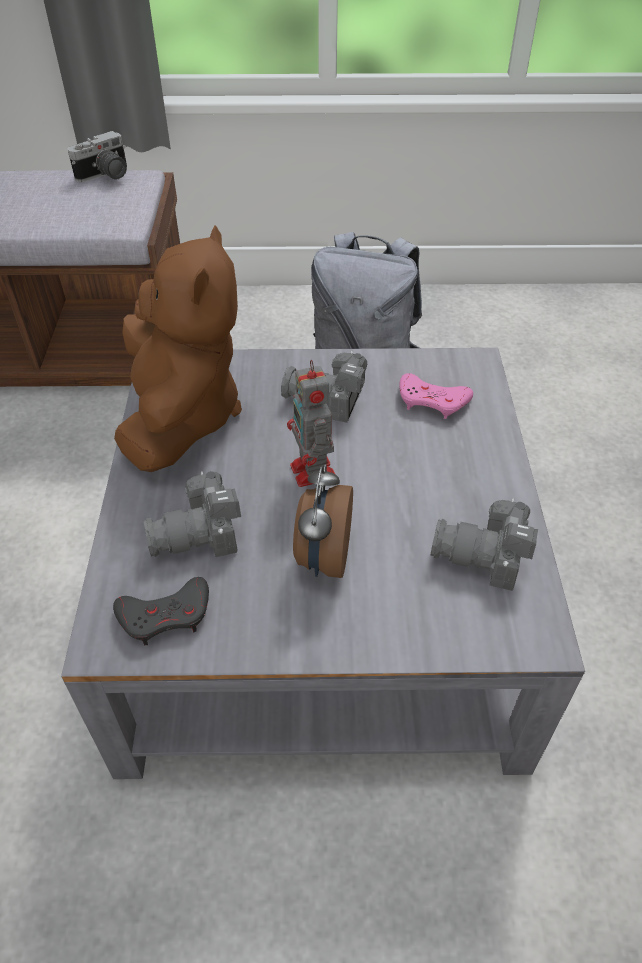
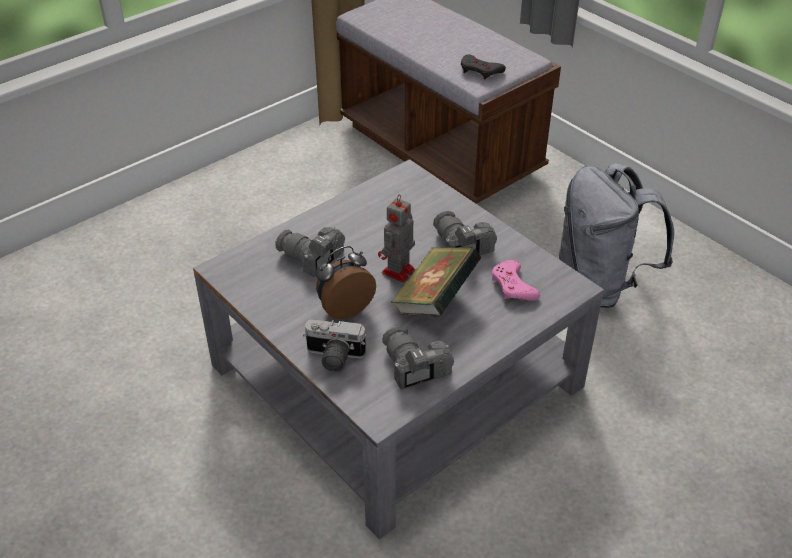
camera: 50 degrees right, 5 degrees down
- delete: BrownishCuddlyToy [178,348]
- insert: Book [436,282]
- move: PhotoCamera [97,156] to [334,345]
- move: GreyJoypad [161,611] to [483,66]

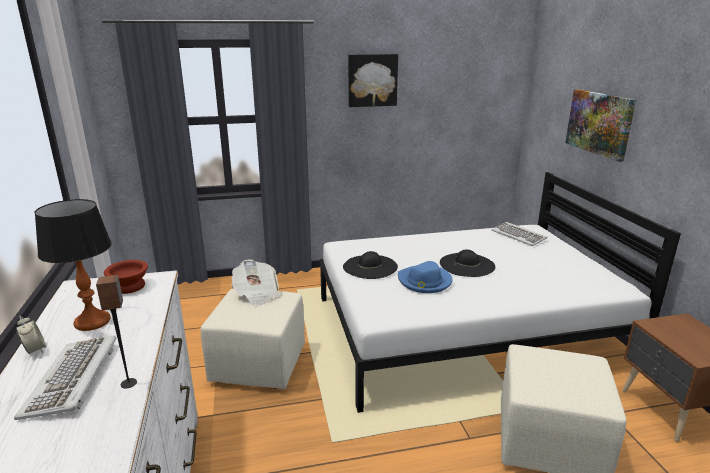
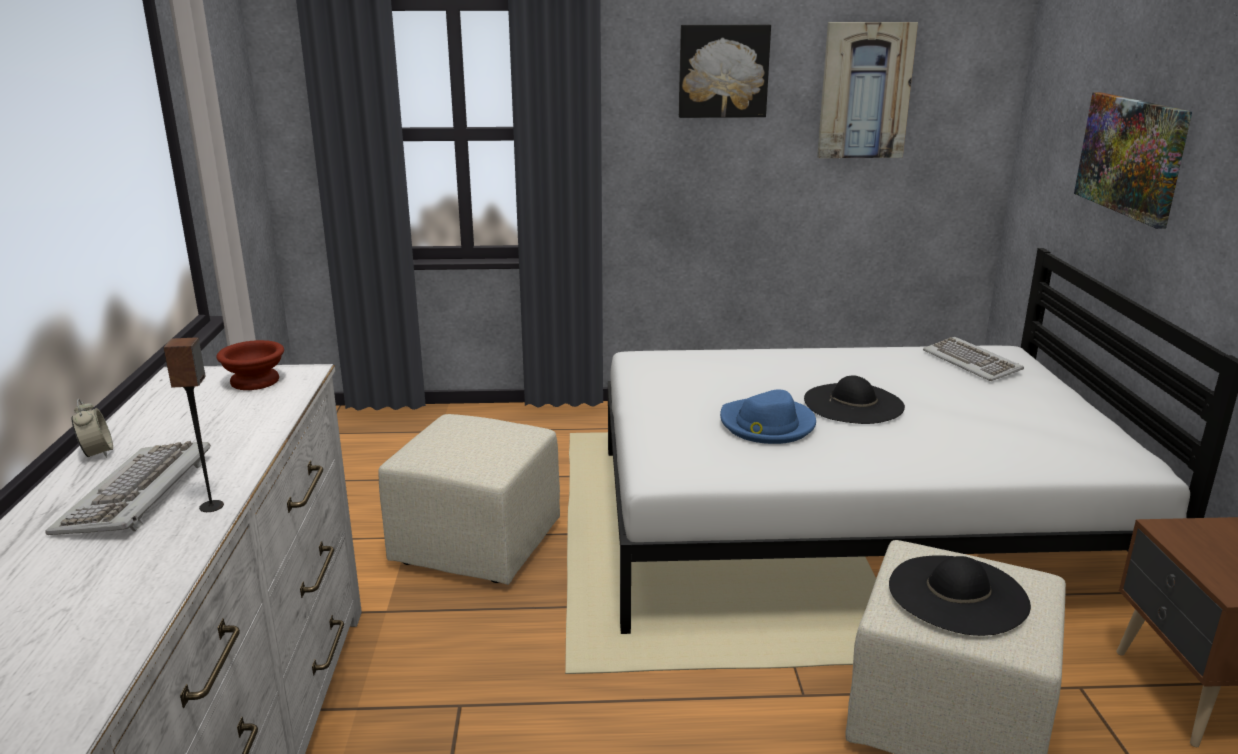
camera: 10 degrees right, 0 degrees up
- delete: TabletopLamp [73,265]
- delete: DailyPaper [255,283]
- insert: Picture [867,90]
- move: BlackishHat [370,265] to [960,595]

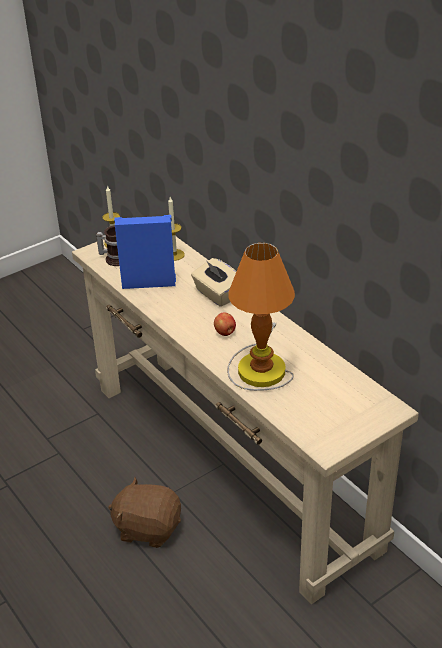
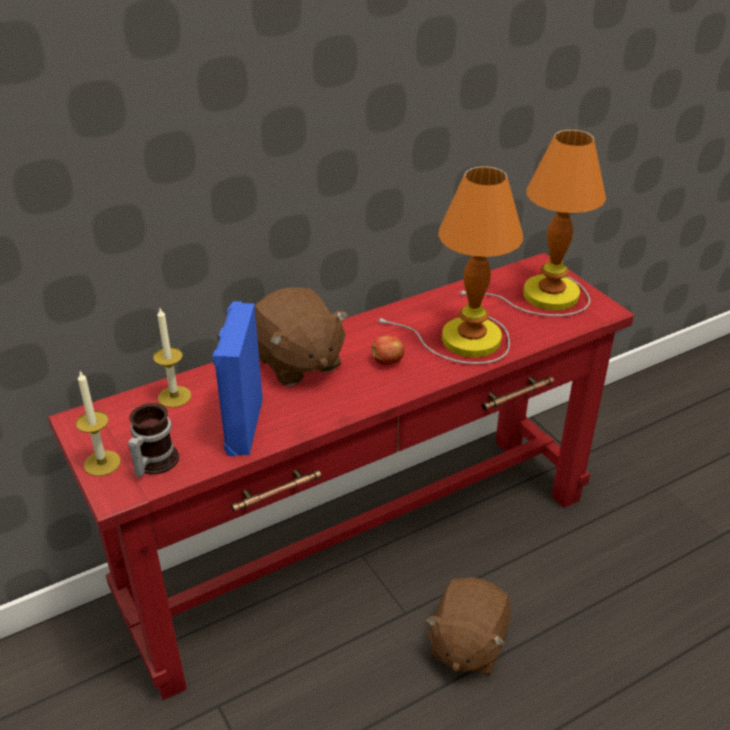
camera: 85 degrees left, 0 degrees up
- insert: TabletopLamp [534,223]
- replace: BeigeTissueBox [214,282] to BrownishCuddlyToy [301,336]
- recolor: BeigeConsoleTable [245,420] to RedColouredConsoleTable [341,476]

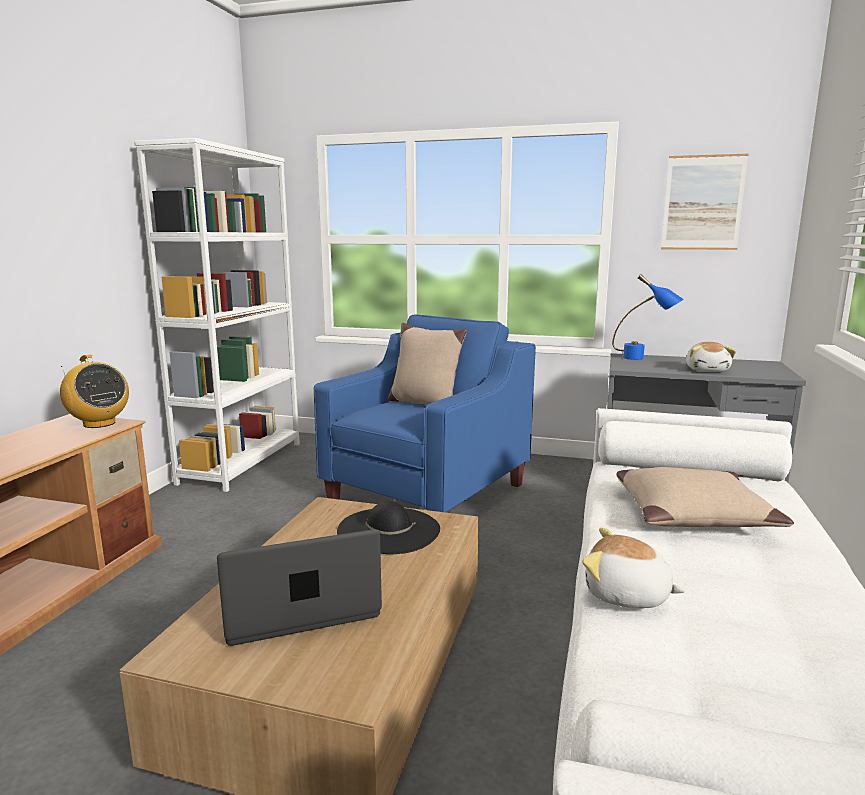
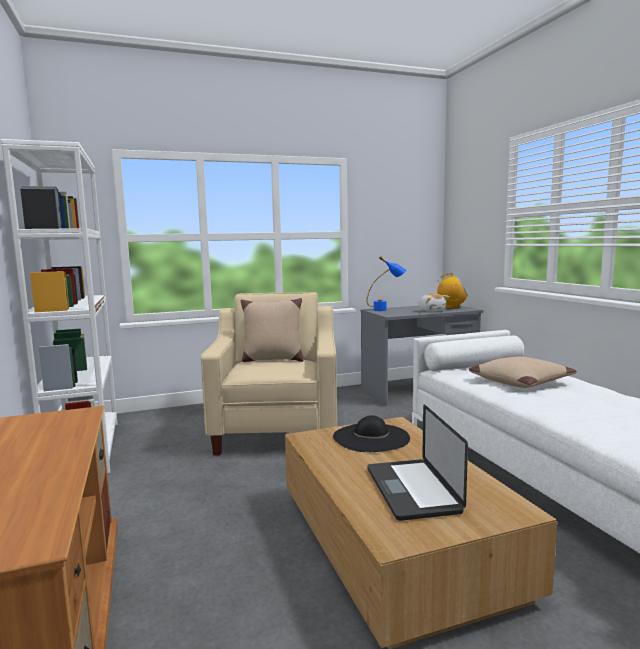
camera: 35 degrees left, 5 degrees down
- delete: CuddlyToy [634,568]
- delete: Picture [705,201]
- move: RadioSet [94,391] to [452,291]
- recolor: BlueLoungeChair [425,414] to BeigeLoungeChair [269,373]
- rotate: NotebookComputer [299,587] = [417,462] 45 degrees counterclockwise

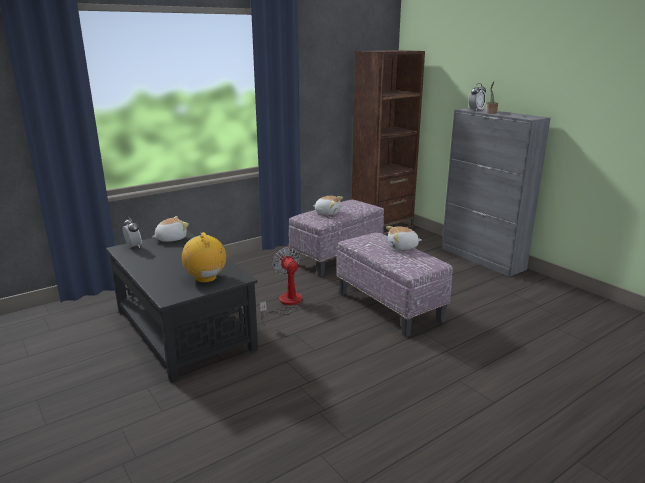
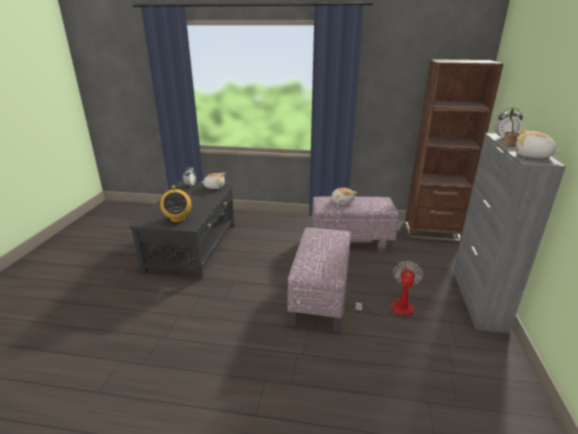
camera: 45 degrees right, 5 degrees up
- move: Fan [281,283] to [389,291]
- move: CuddlyToy [404,238] to [538,144]
- rotate: RadioSet [204,257] = [175,203] 150 degrees clockwise

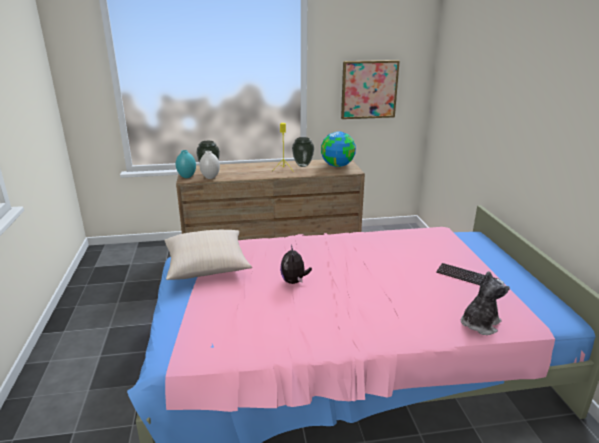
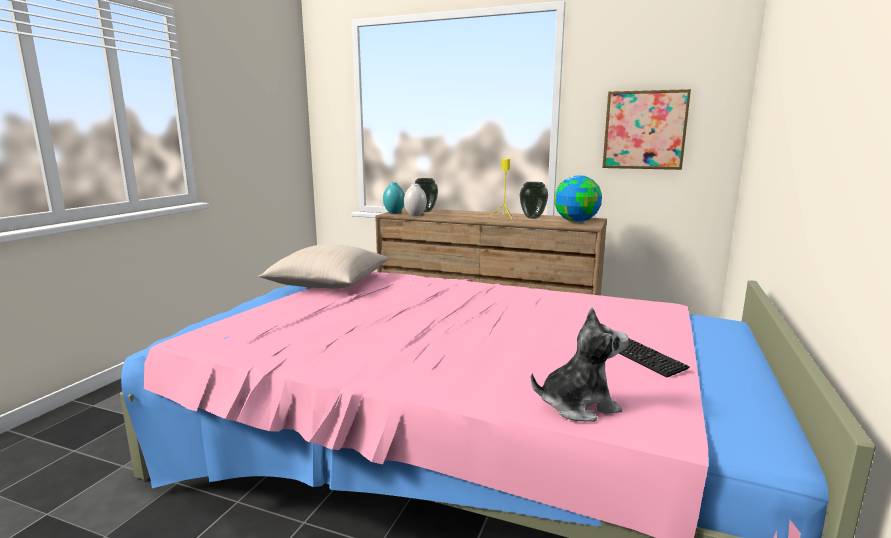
camera: 30 degrees right, 10 degrees down
- delete: CuddlyToy [296,264]

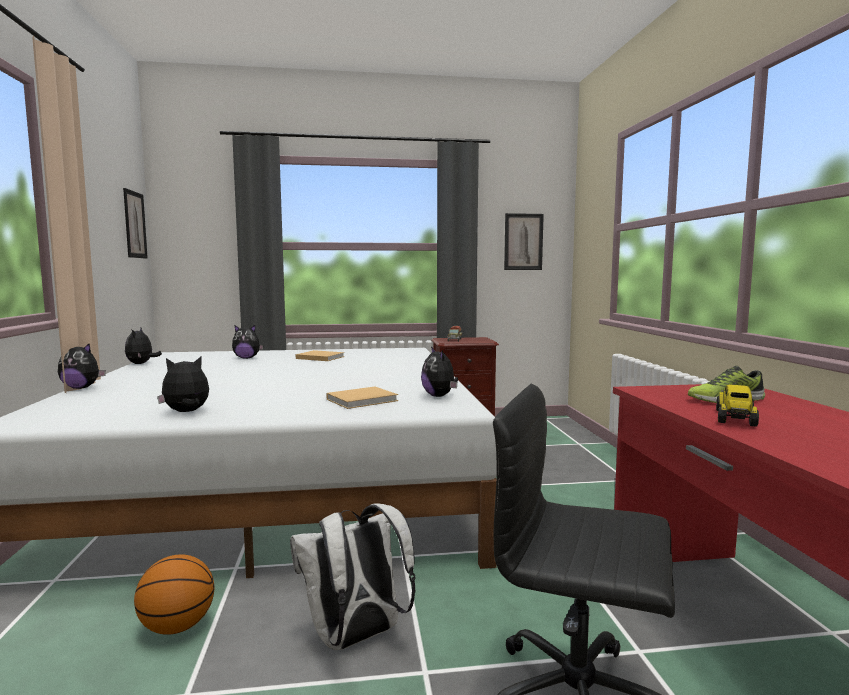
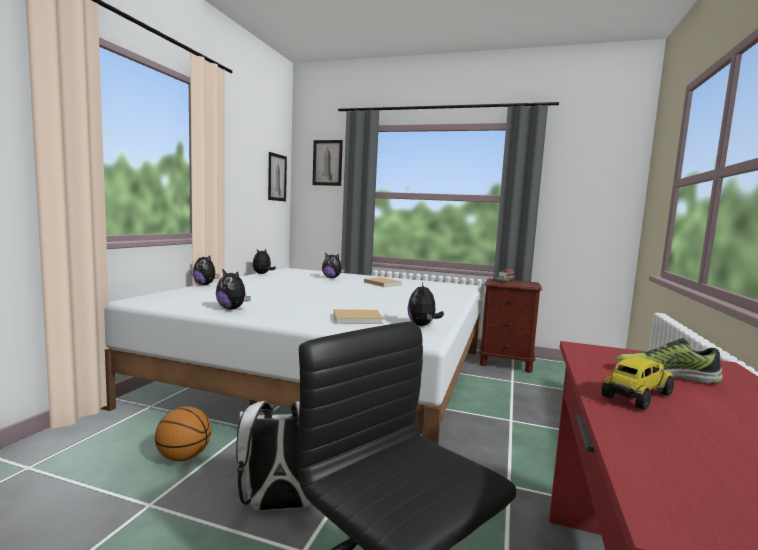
camera: 25 degrees right, 0 degrees up
- move: Picture [524,241] to [327,163]
- rotate: CuddlyToy [183,384] = [233,289] 150 degrees counterclockwise

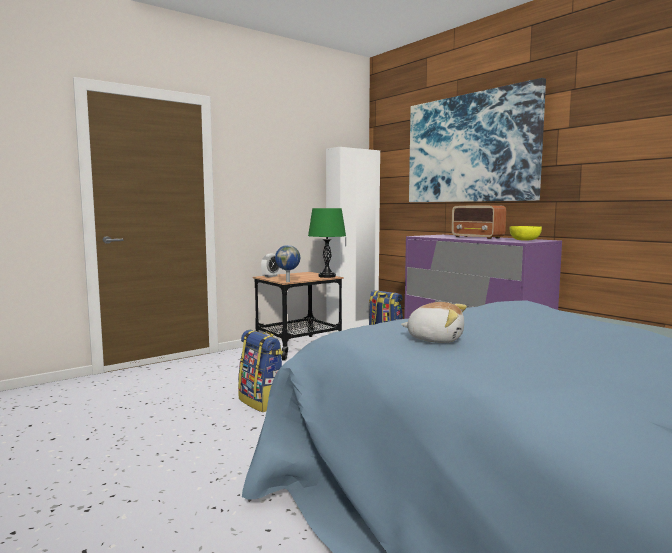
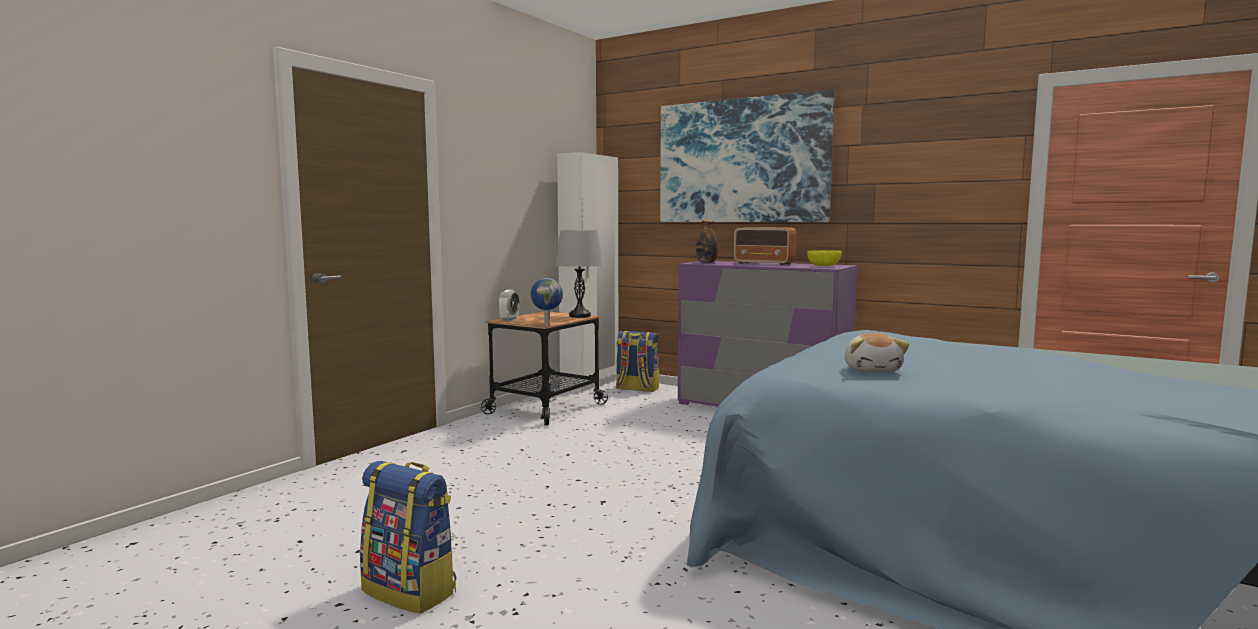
camera: 20 degrees left, 0 degrees up
- insert: BeverageBottle [707,241]
- move: Knapsack [260,371] to [408,537]
- recolor: GreenTabletopLamp [327,243] to GreyTabletopLamp [579,274]
- rotate: CuddlyToy [434,322] = [876,353] 90 degrees clockwise

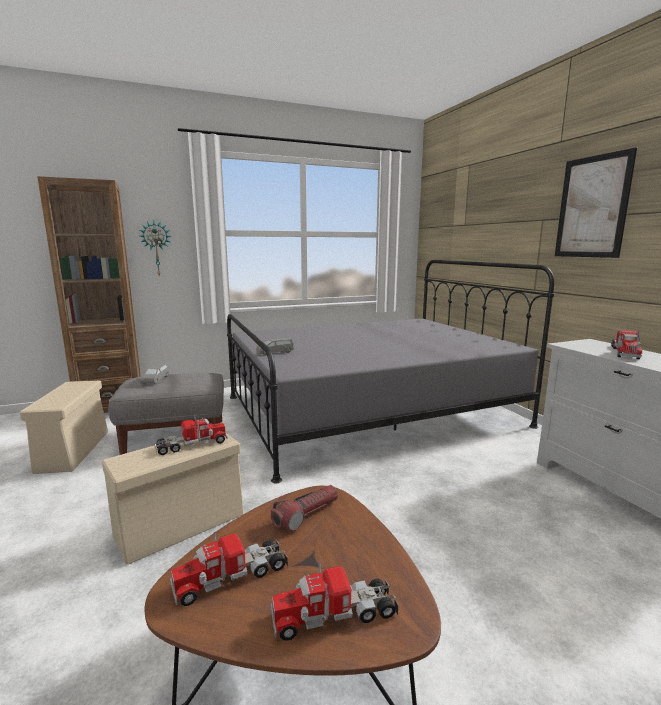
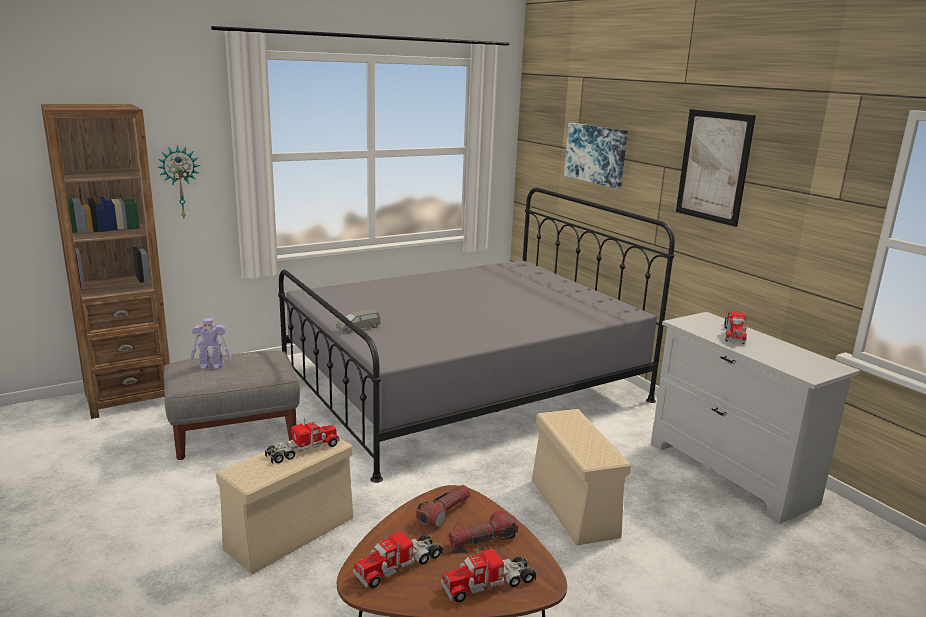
camera: 10 degrees left, 5 degrees up
- insert: HandTorch [483,529]
- insert: Picture [596,156]
- move: BeigeStorageBox [64,427] to [581,477]
- replace: GreyModelCar [155,373] to ToyRobot [210,344]

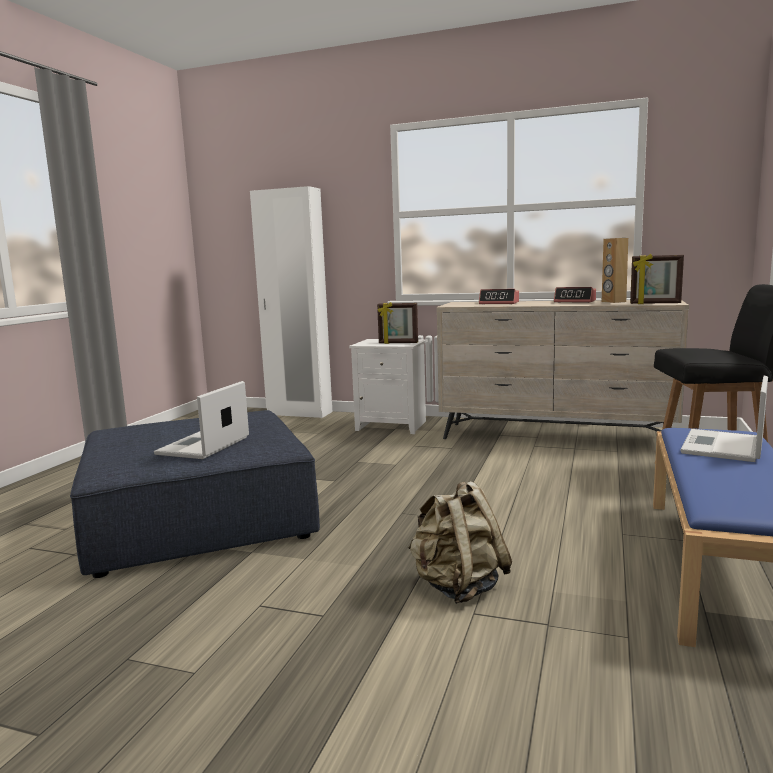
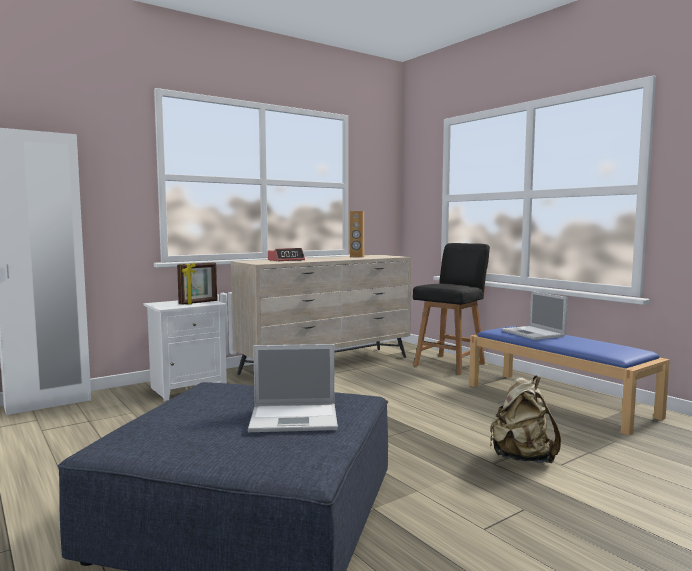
camera: 55 degrees left, 5 degrees down
- delete: BedsideClock [575,295]
- delete: PhotoFrame [657,279]
- rotate: NotebookComputer [201,420] = [293,388] 60 degrees counterclockwise

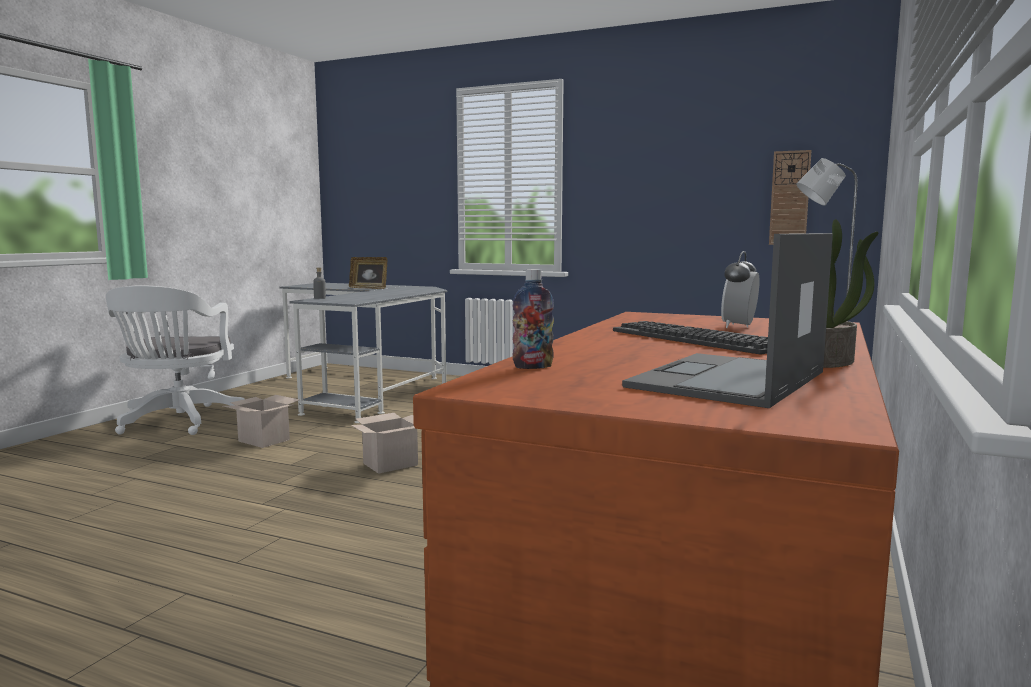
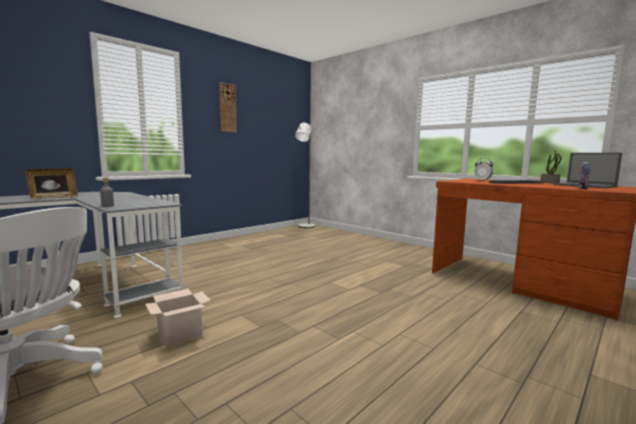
camera: 70 degrees left, 0 degrees up
- delete: PackingBox [384,443]
- move: WallClock [790,197] to [228,107]

